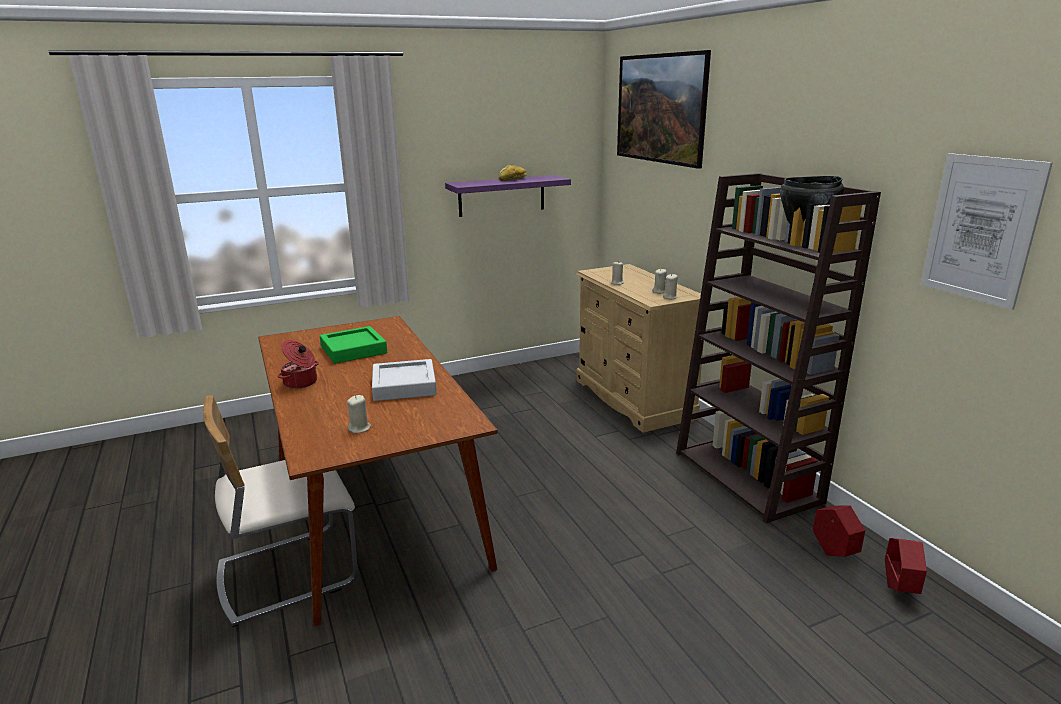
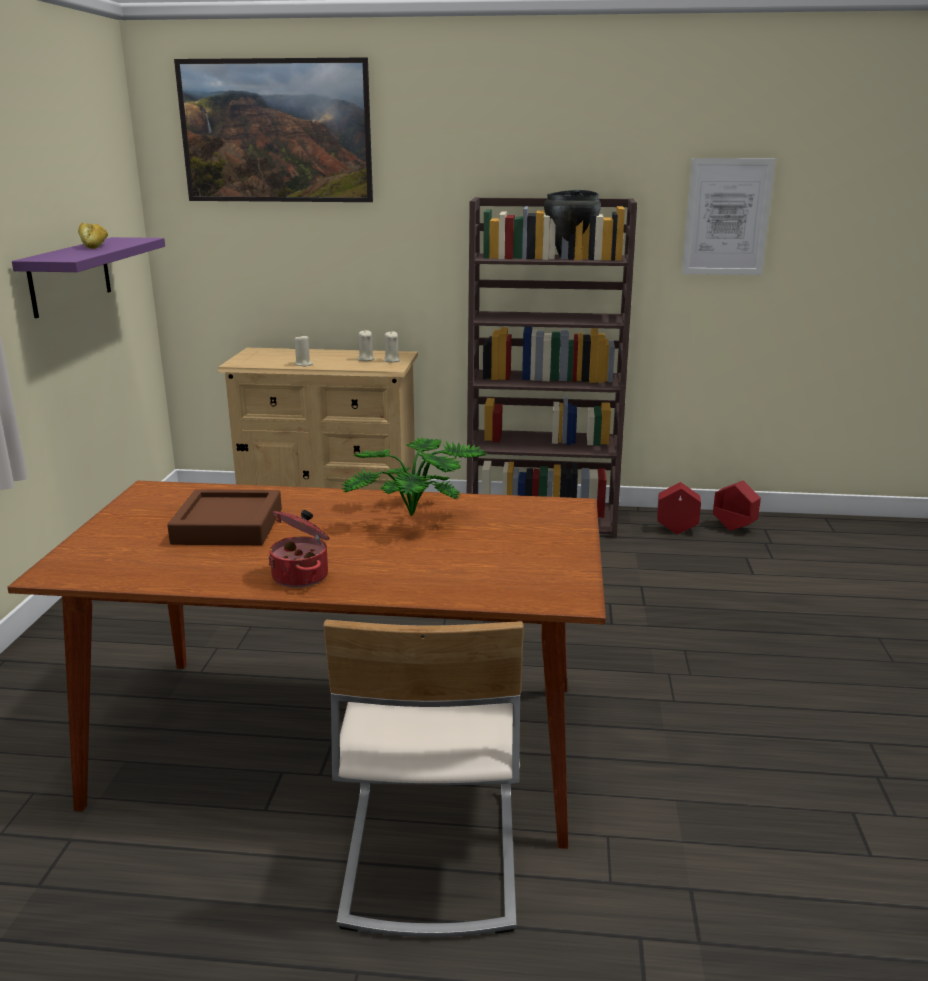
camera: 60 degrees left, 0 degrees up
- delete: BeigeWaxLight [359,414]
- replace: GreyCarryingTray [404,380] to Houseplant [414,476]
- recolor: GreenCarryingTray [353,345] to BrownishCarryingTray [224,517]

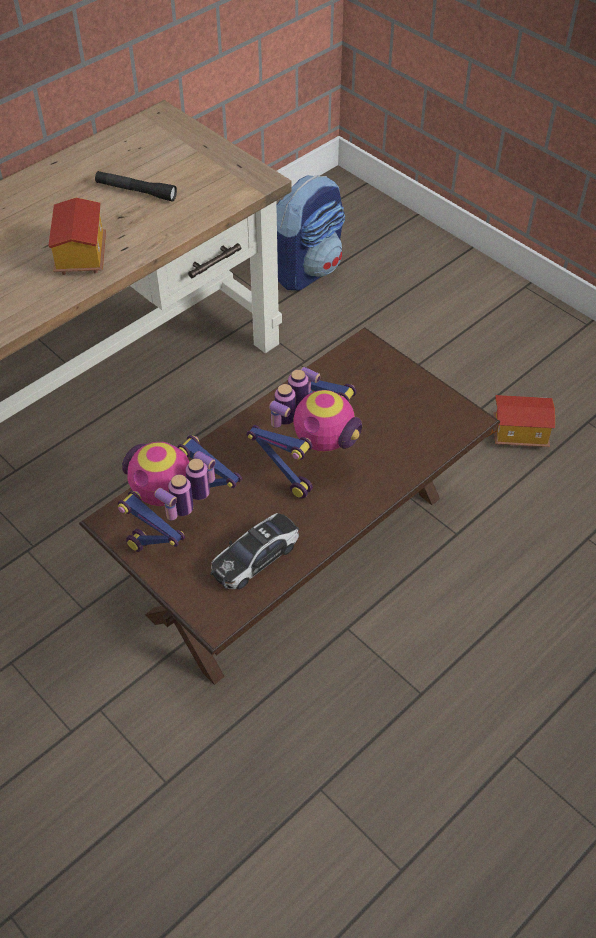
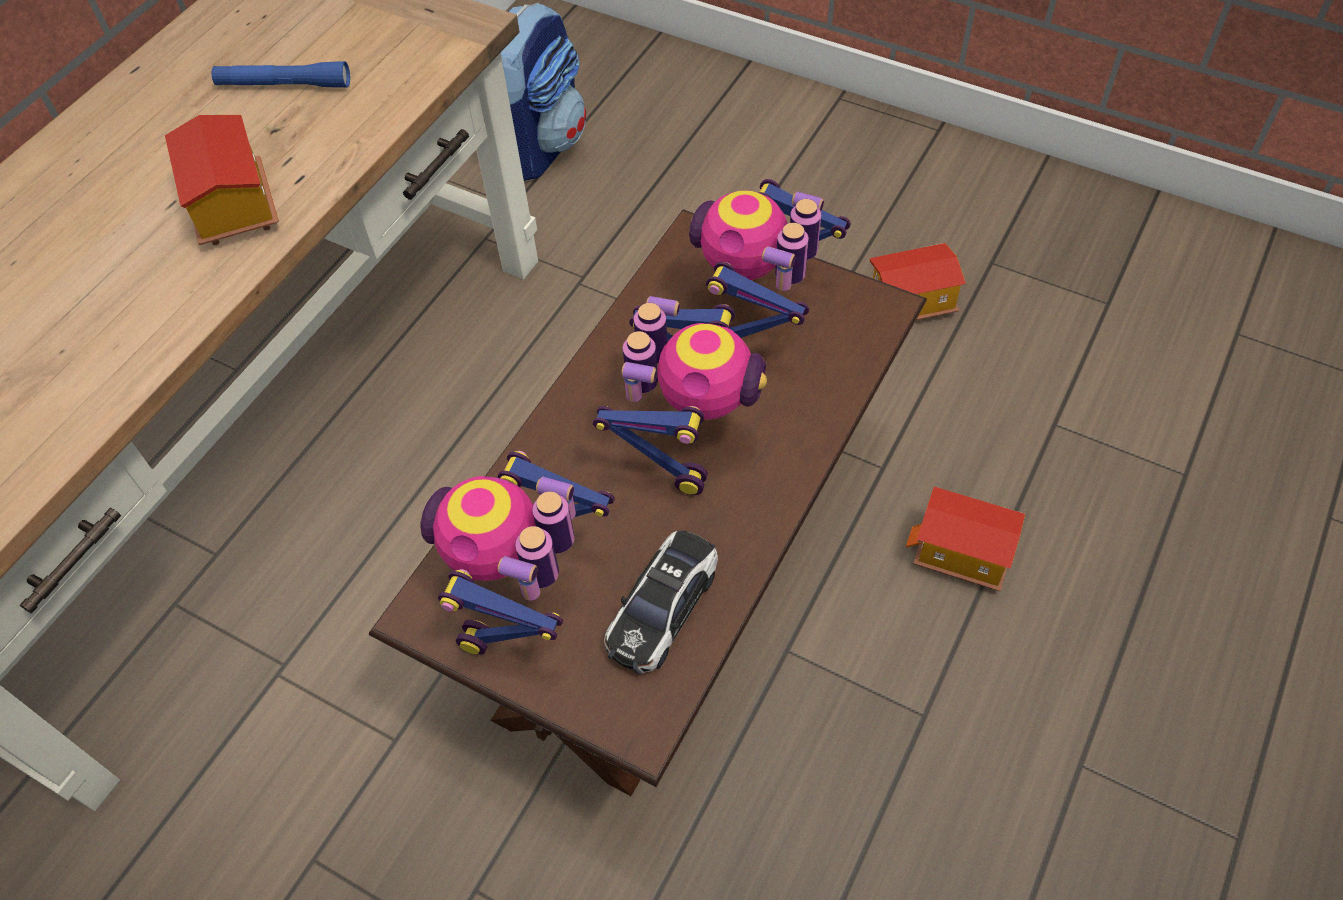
camera: 15 degrees left, 5 degrees up
- insert: ToyRobot [770,258]
- insert: ToyHouse [965,538]
- recolor: BlackishHandTorch [136,186] to BlueHandTorch [280,74]

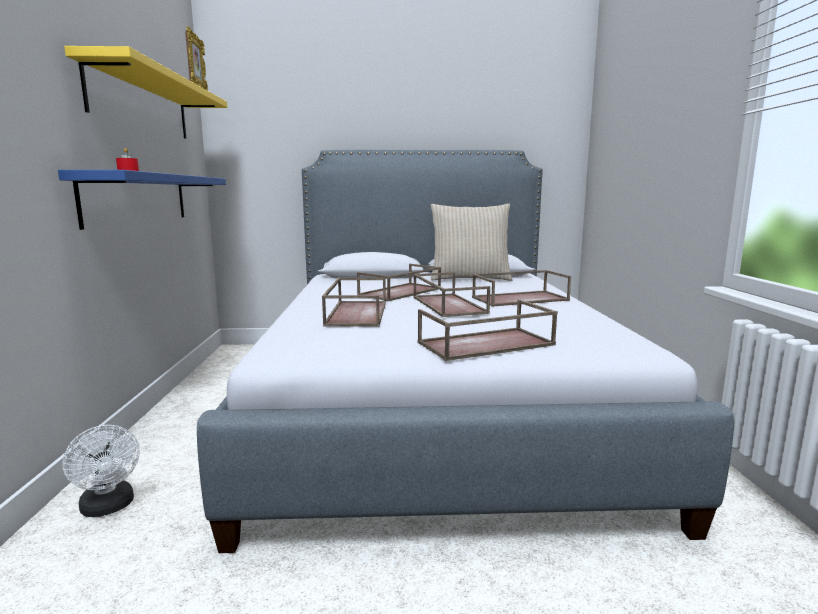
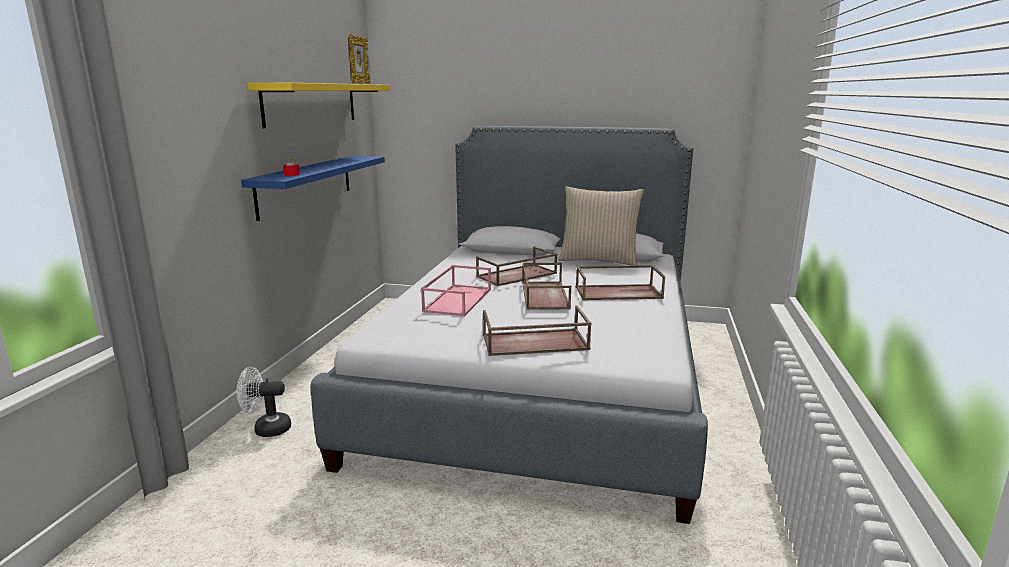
camera: 15 degrees right, 5 degrees up
- recolor: BrownishCarryingTray [354,302] to PinkCarryingTray [456,290]
- rotate: WhiteFan [101,471] = [264,402] 105 degrees clockwise

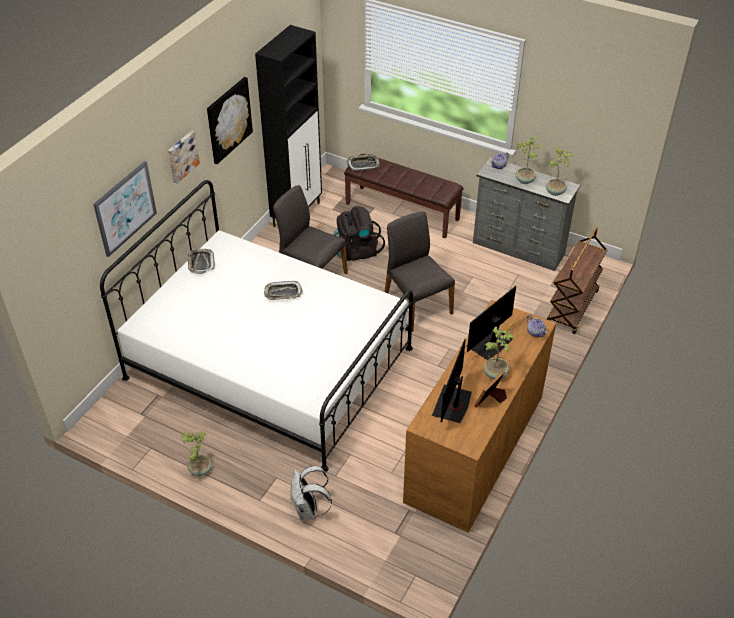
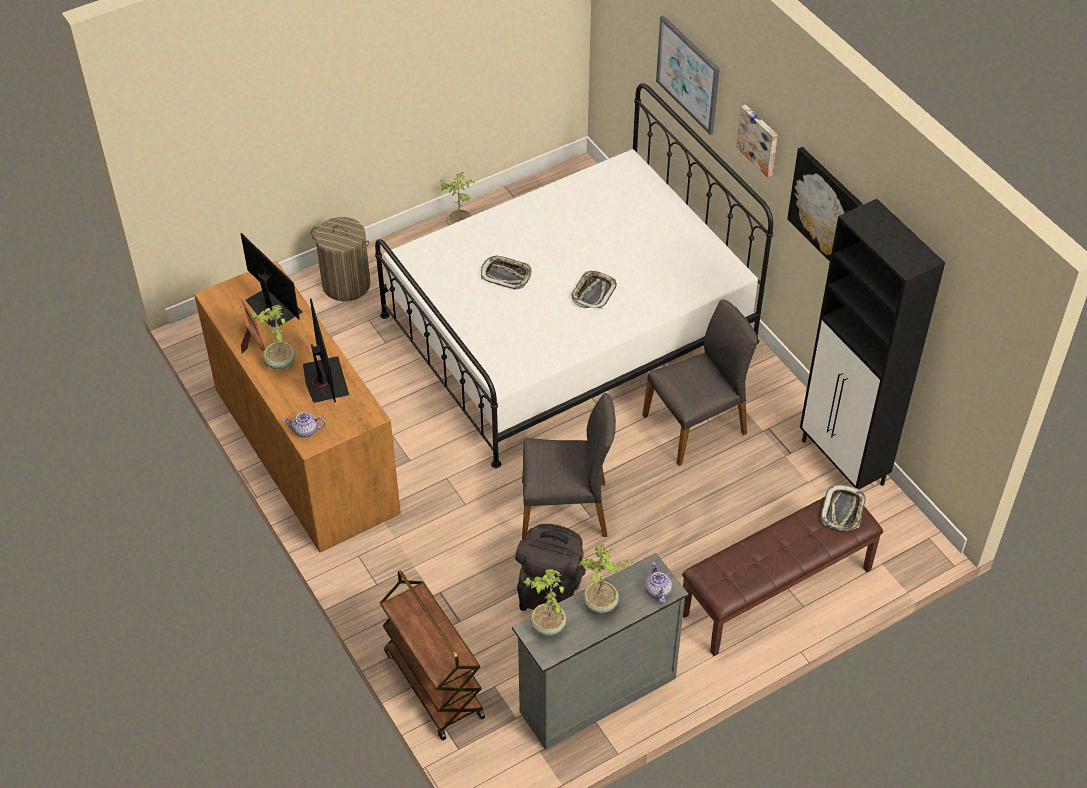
camera: 120 degrees right, 5 degrees up
- move: CarryingTray [201,261] to [506,273]
- move: BlackishKnapsack [359,233] to [550,567]
- replace: WhiteKnapsack [311,493] to Hamper [340,259]

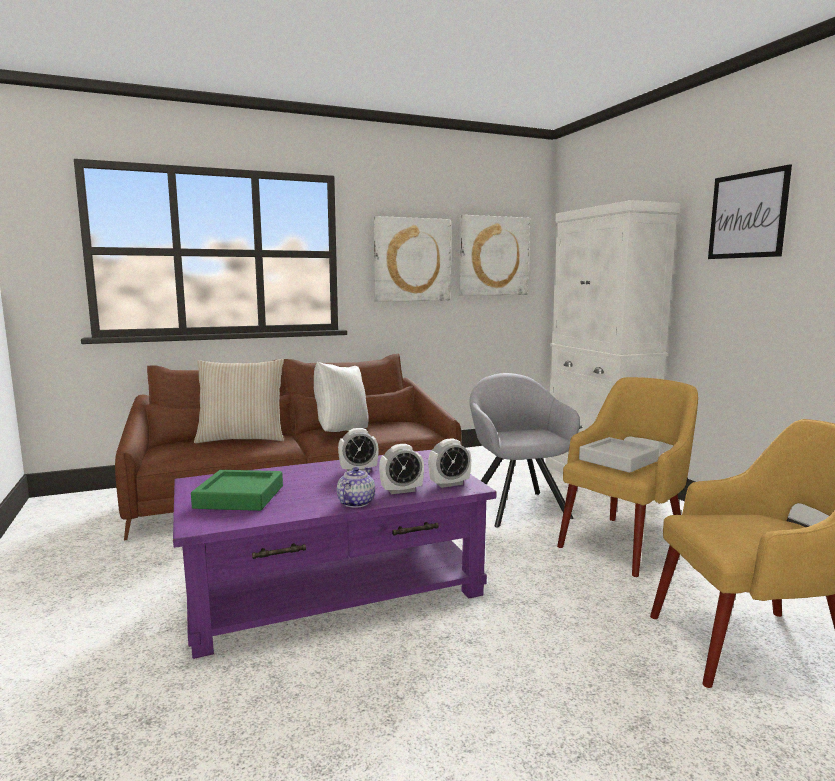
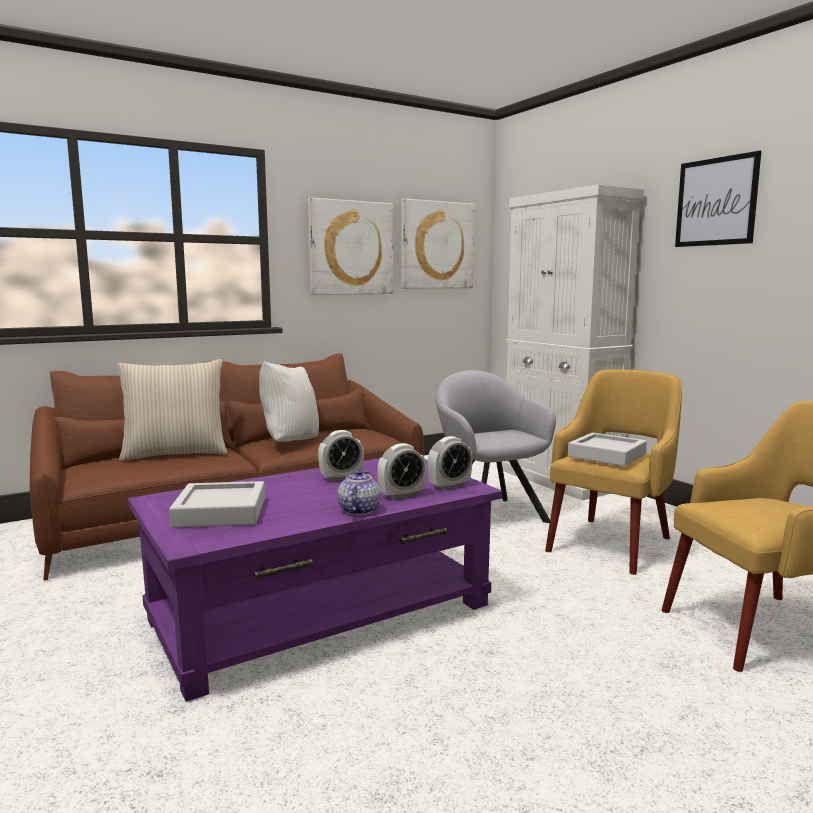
camera: 10 degrees left, 0 degrees up
- recolor: GreenCarryingTray [237,490] to GreyCarryingTray [217,504]

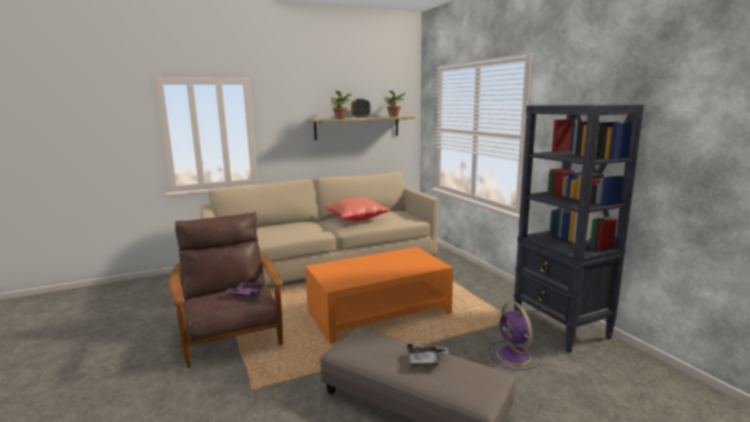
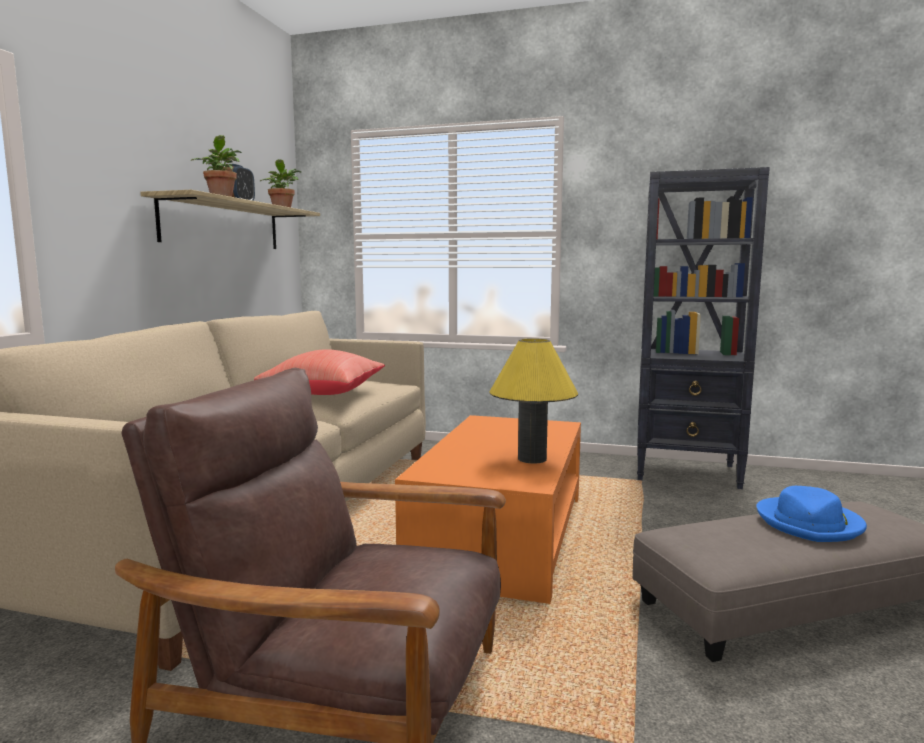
camera: 50 degrees left, 5 degrees down
- delete: PurpleCarryingTray [245,290]
- delete: PurpleFan [515,336]
- insert: YellowTabletopLamp [533,401]
- replace: GreyCarryingTray [428,355] to BlueHat [811,514]

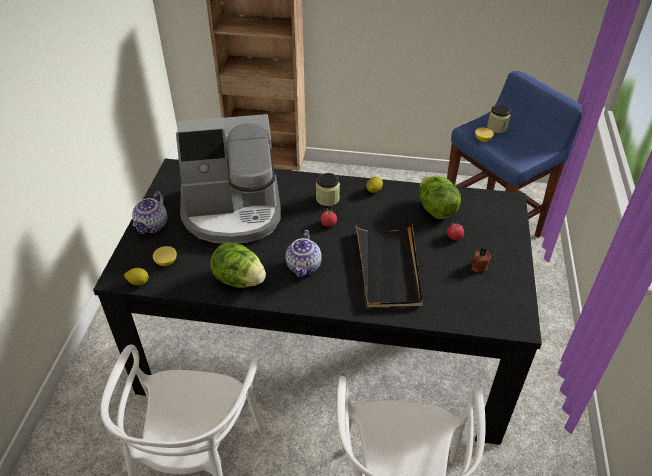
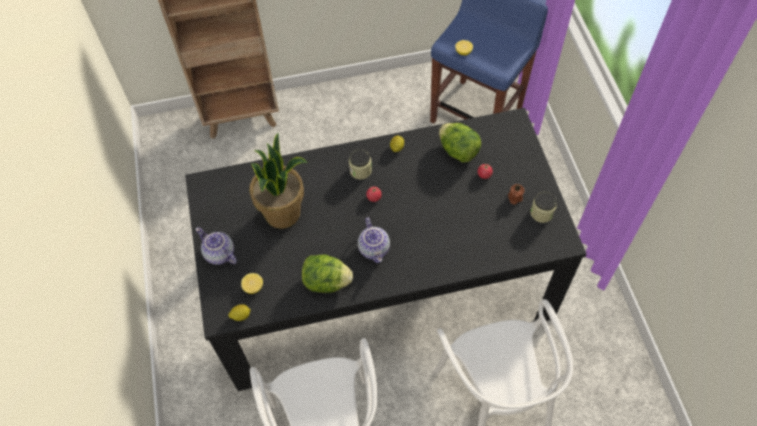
camera: 20 degrees left, 15 degrees up
- delete: BlackishCarryingTray [389,265]
- move: PreserveJar [499,119] to [543,207]
- replace: CoffeeBrewer [228,179] to Houseplant [279,181]
- rotate: PotForTea [149,212] = [216,246] 135 degrees clockwise

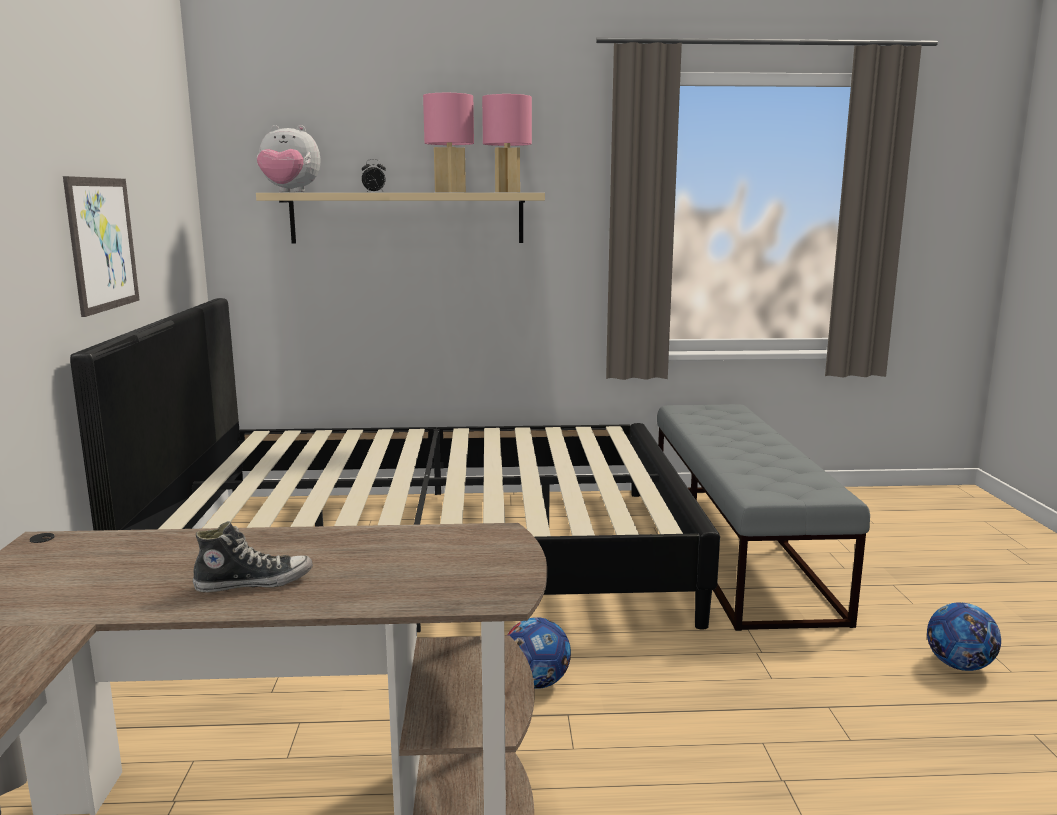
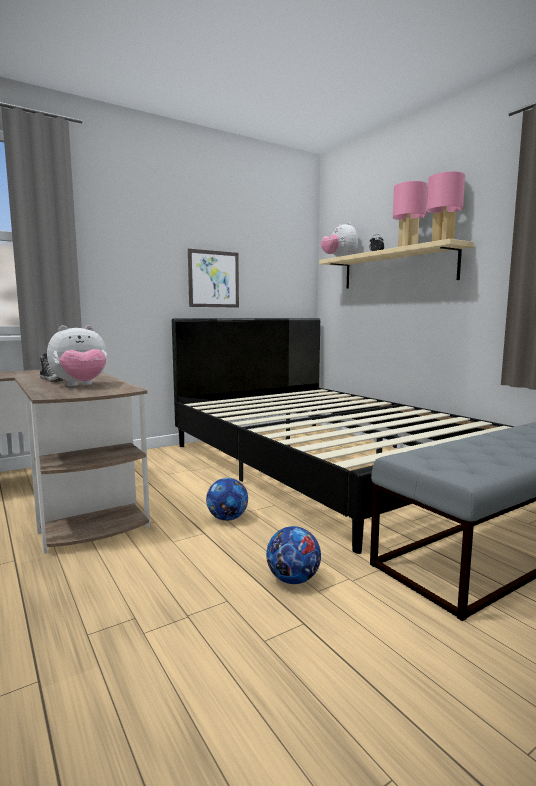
camera: 60 degrees right, 5 degrees down
- insert: CuddlyToy [77,355]
- move: Football [964,636] to [293,555]

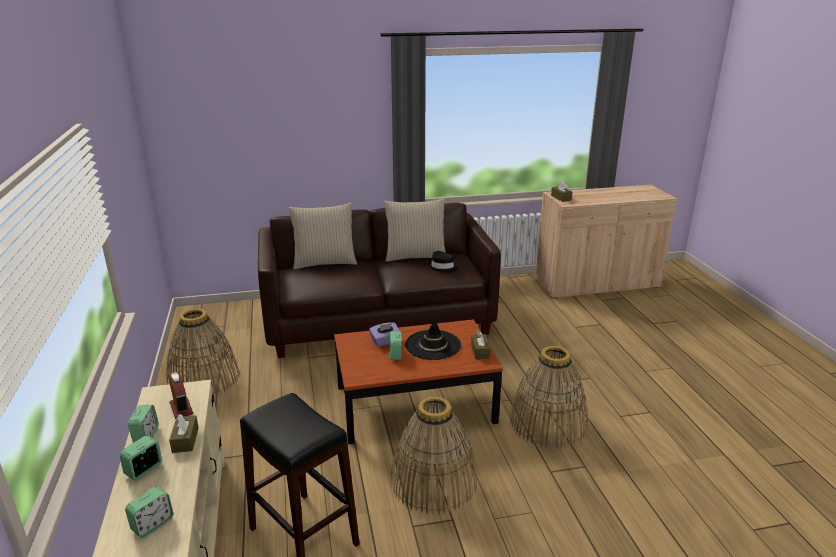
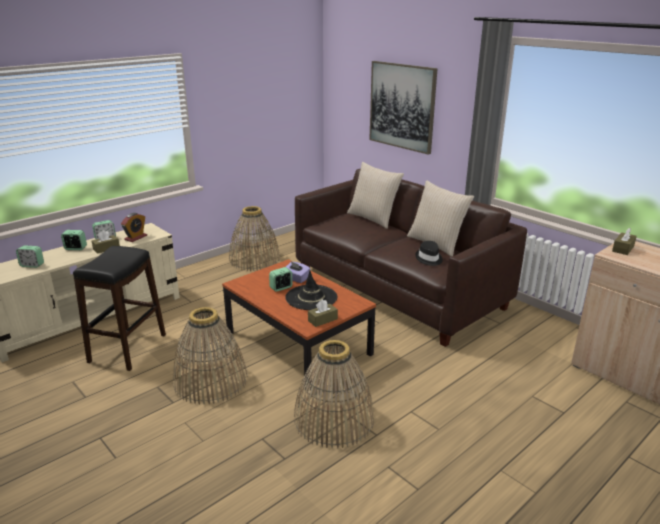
camera: 60 degrees right, 0 degrees up
- insert: Picture [403,108]

